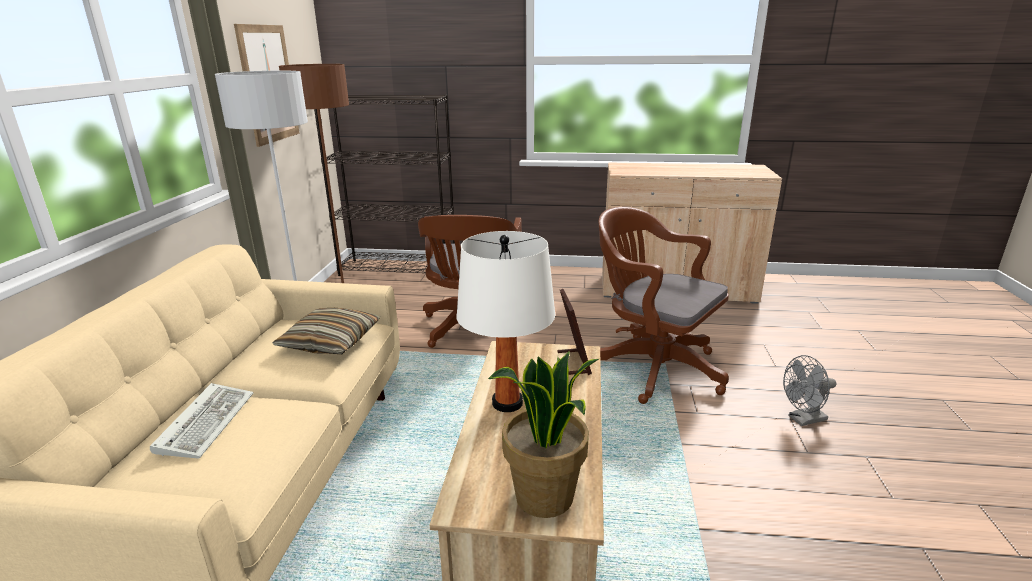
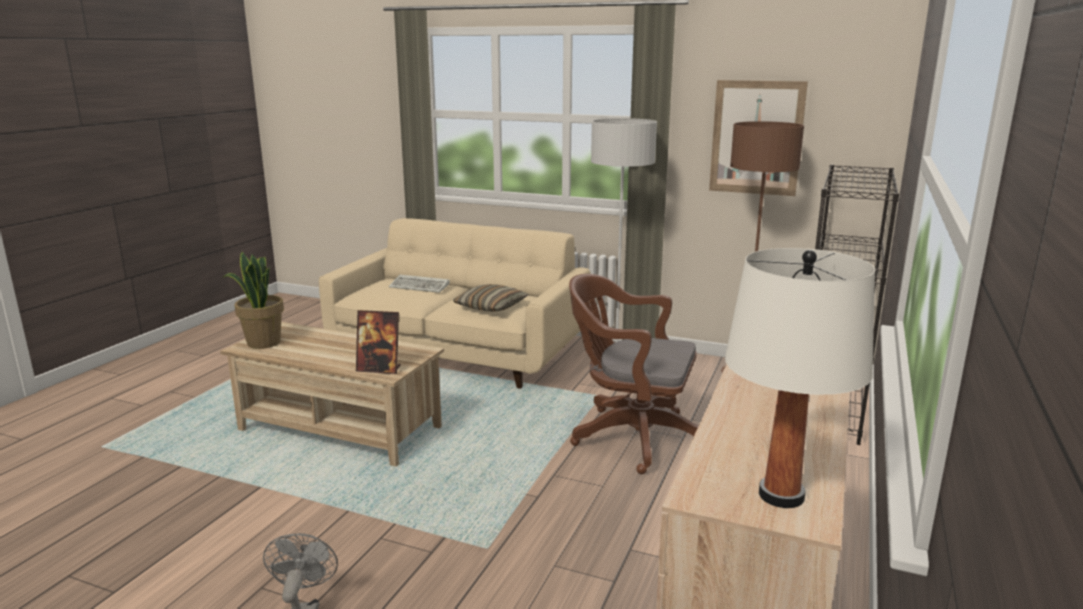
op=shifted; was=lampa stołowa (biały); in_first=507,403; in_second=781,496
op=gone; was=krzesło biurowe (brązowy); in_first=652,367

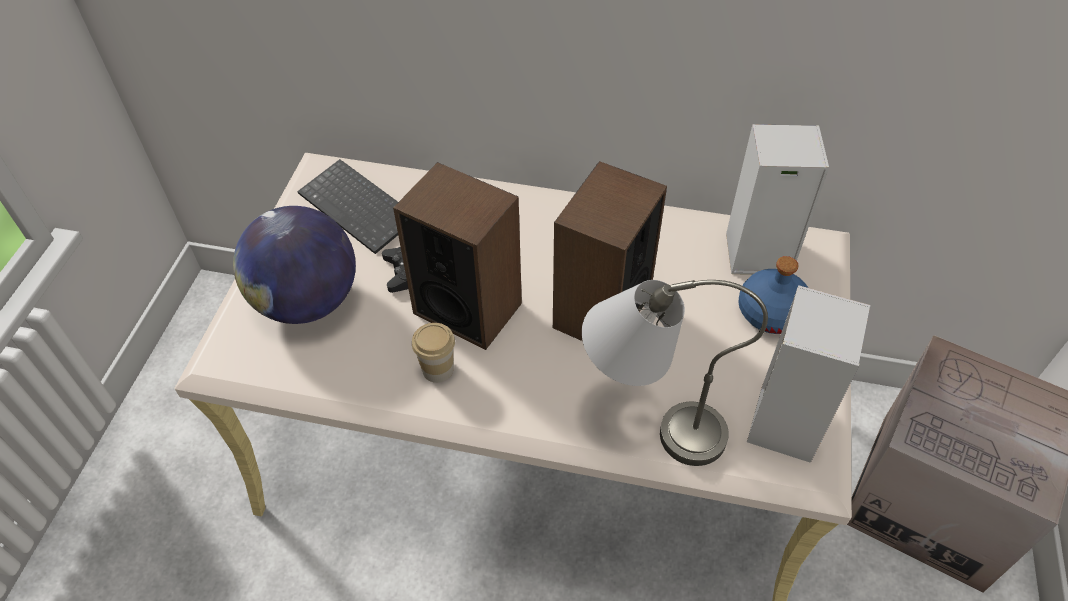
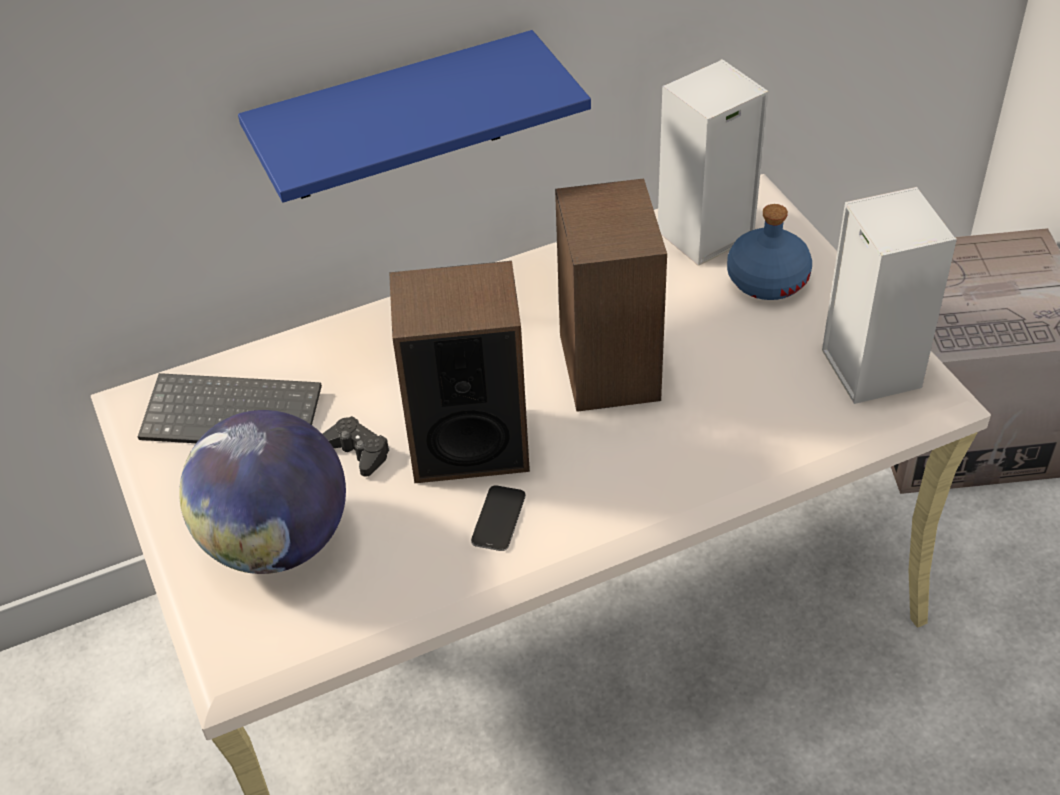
op=swapped; was=filiżanka; now=telefon; in_first=437,369; in_second=498,519
op=gone; was=lampa stołowa (szary); in_first=648,422
op=new; now=półka (niebieski); in_second=395,119

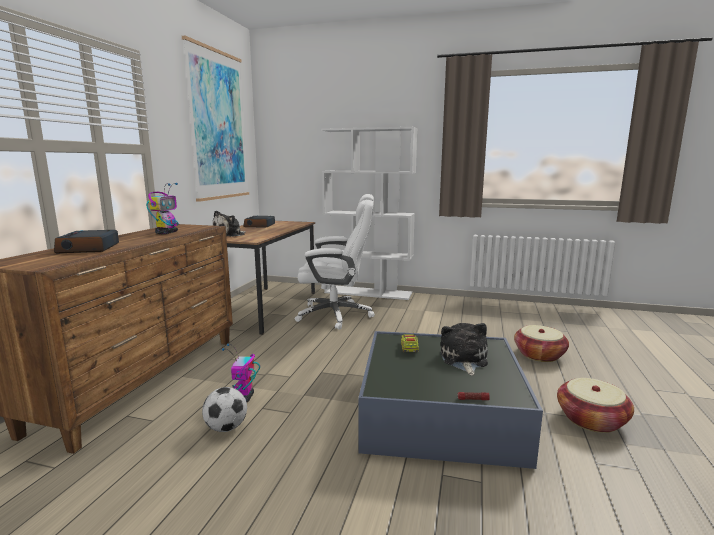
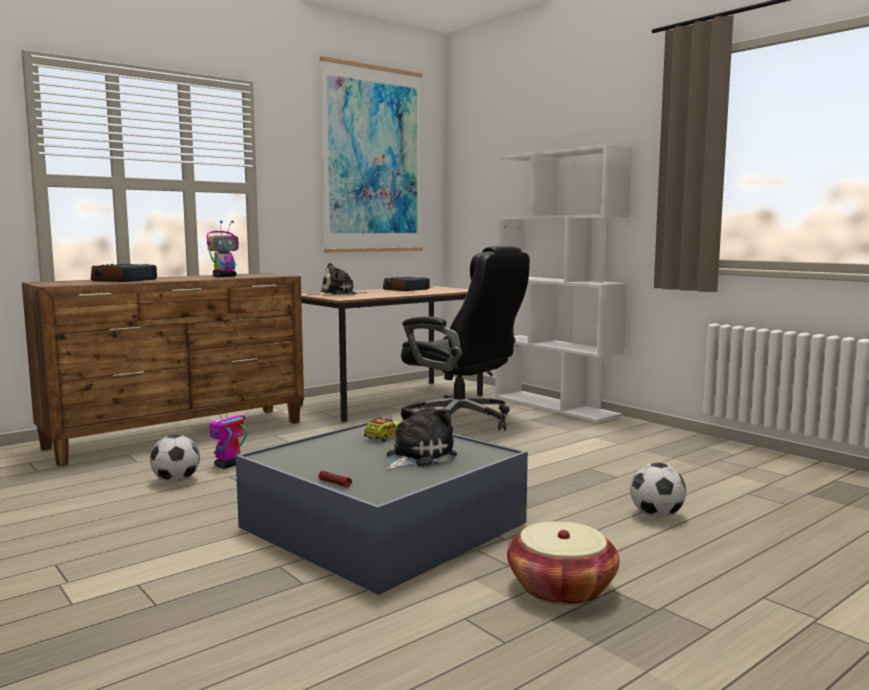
op=repainted; was=krzesło biurowe (biały); now=krzesło biurowe (czarny); in_first=336,315; in_second=462,420
op=swapped; was=koszyk; now=piłka futbolowa; in_first=539,355; in_second=656,515

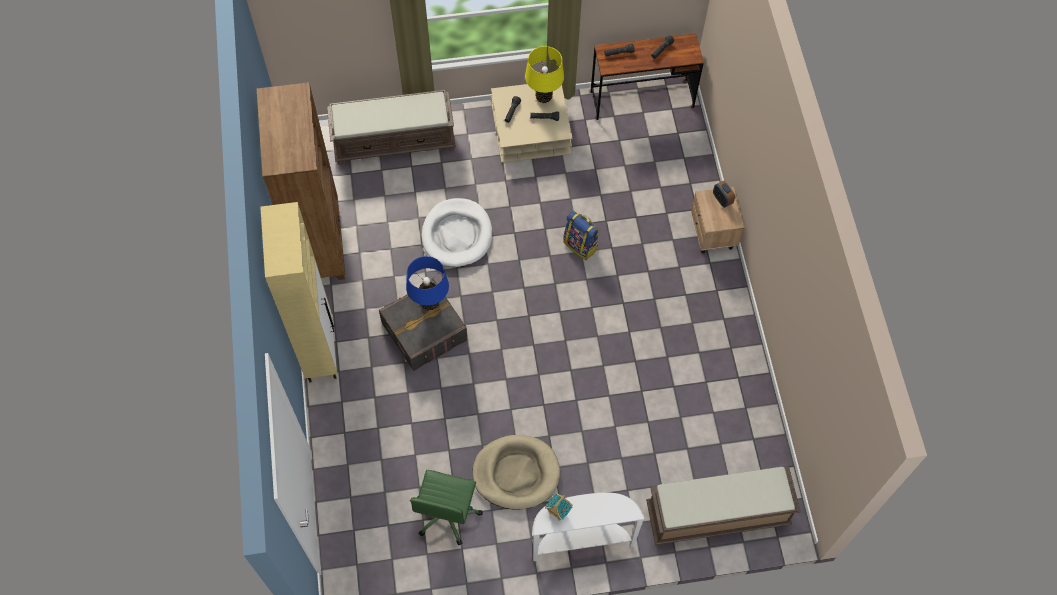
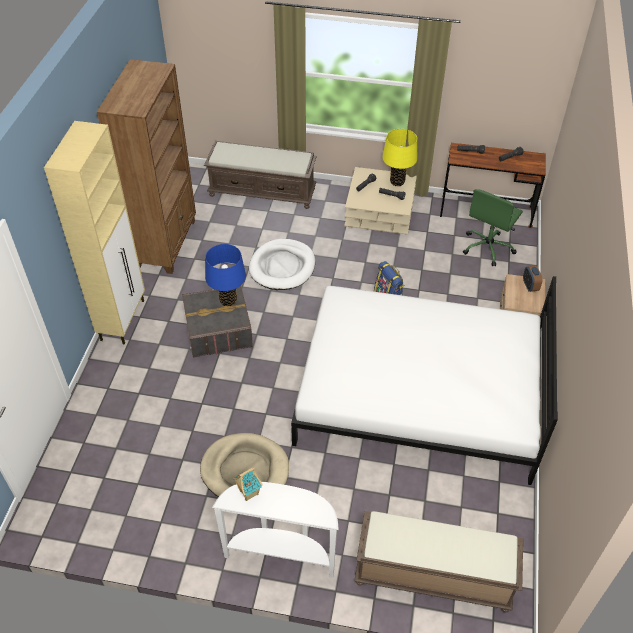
op=shifted; was=krzesło biurowe (zielony); in_first=447,514; in_second=488,247
op=new; now=łóżko (biały); in_second=419,394

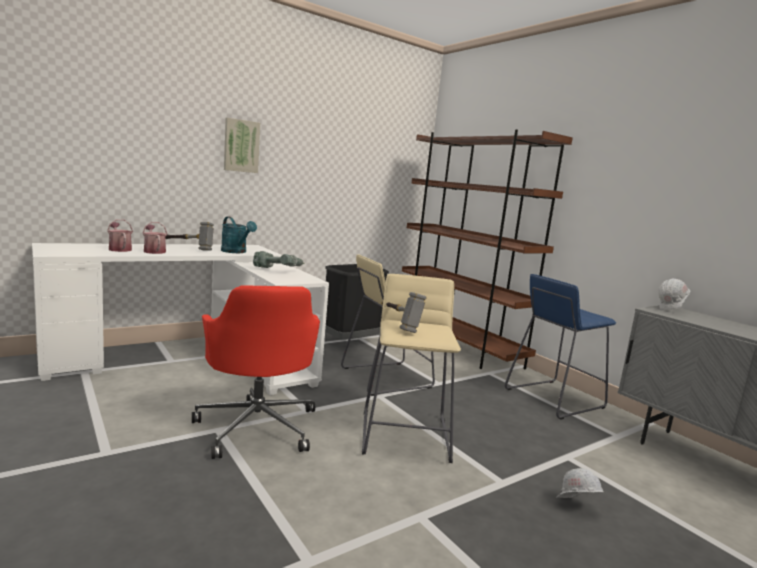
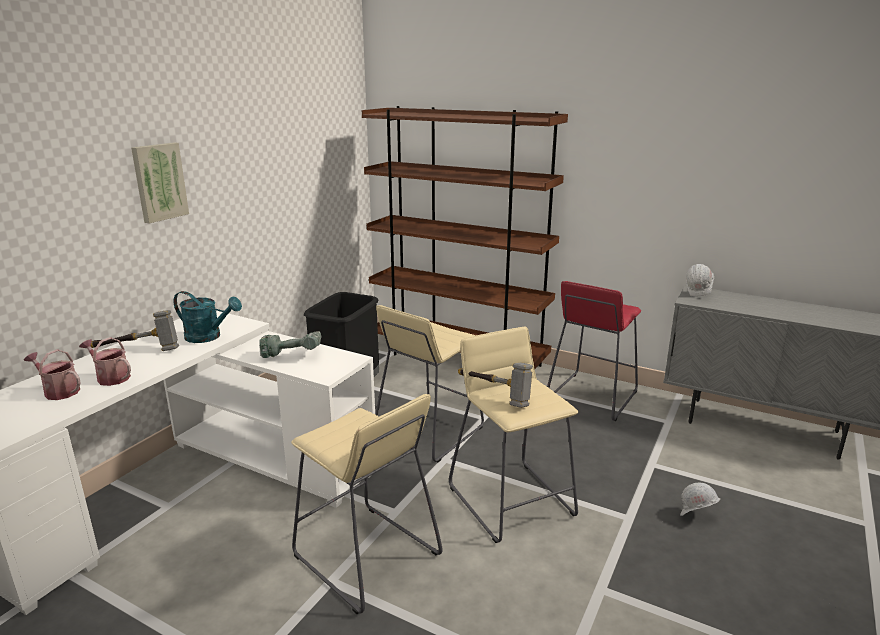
op=swapped; was=krzesło biurowe (czerwony); now=stołek (beżowy); in_first=257,426; in_second=366,556
op=repainted; was=stołek (niebieski); now=stołek (czerwony); in_first=554,398; in_second=592,396

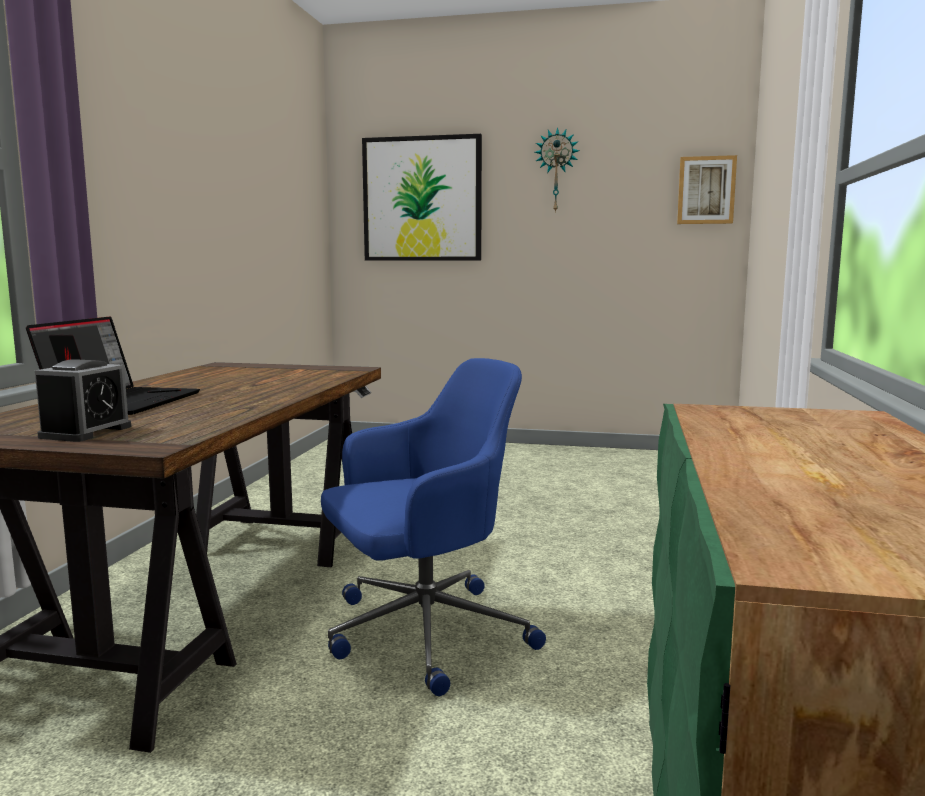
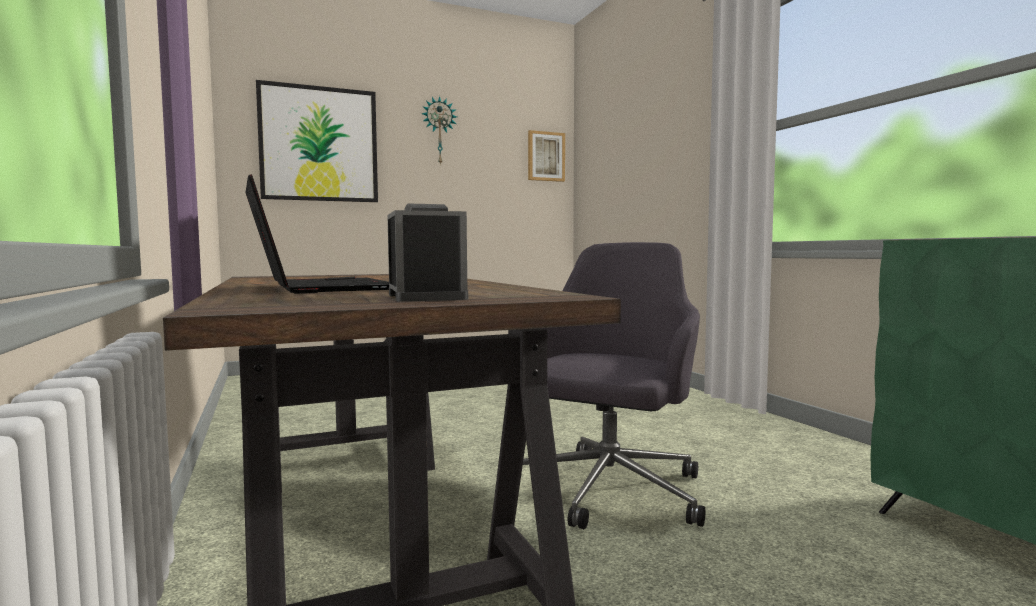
op=repainted; was=krzesło biurowe (niebieski); now=krzesło biurowe (szary); in_first=422,634; in_second=606,492

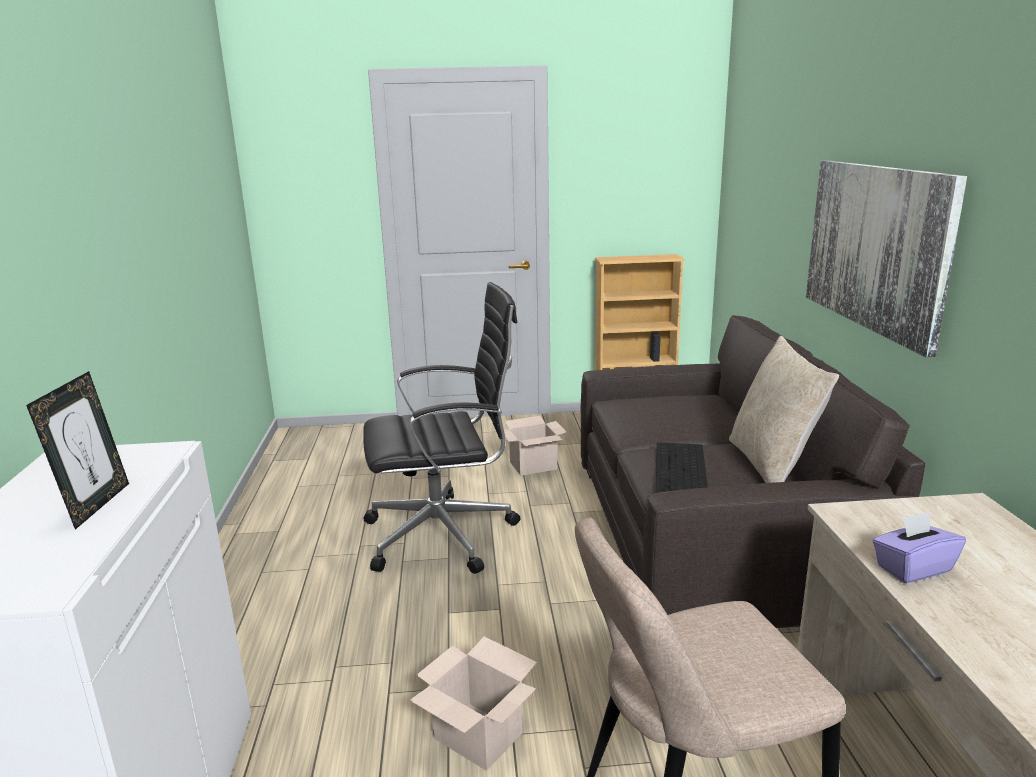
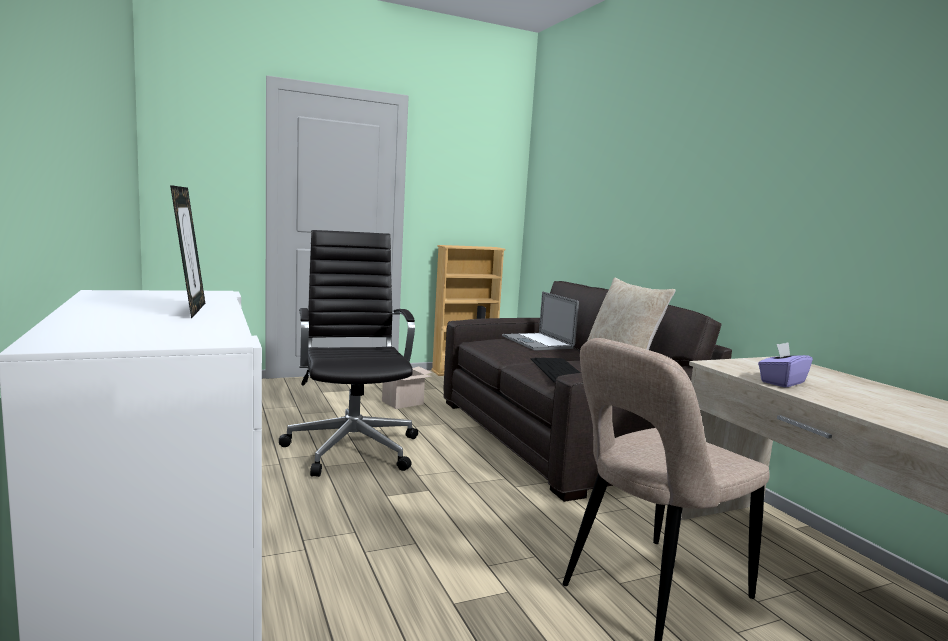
op=rotated; was=krzesło biurowe (czarny); in_first=445,534; in_second=353,447; clockwise=-75
op=gone; was=karton; in_first=475,736
op=gone; was=obraz; in_first=876,247
op=new; now=laptop; in_second=537,342

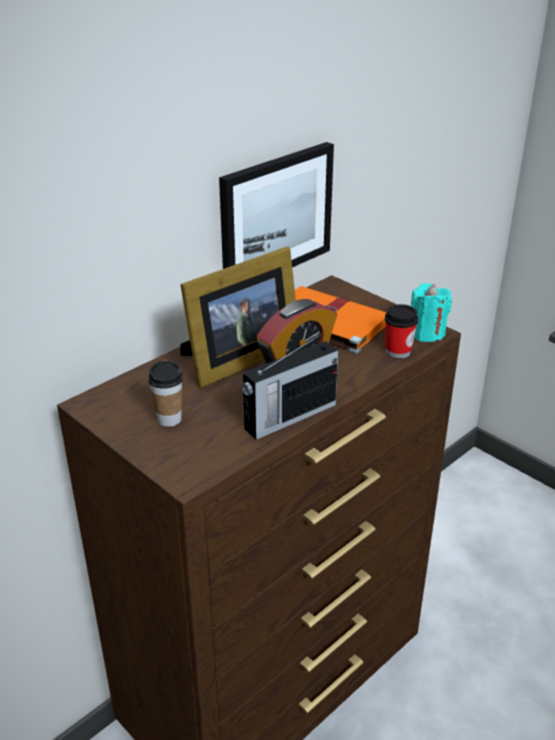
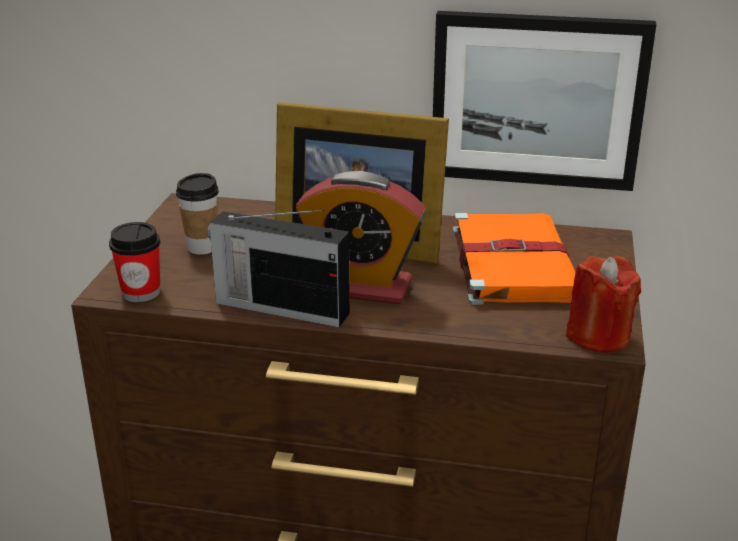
op=shifted; was=filiżanka; in_first=398,351; in_second=141,292
op=repainted; was=świeca (turkusowy); now=świeca (czerwony); in_first=426,333; in_second=598,336

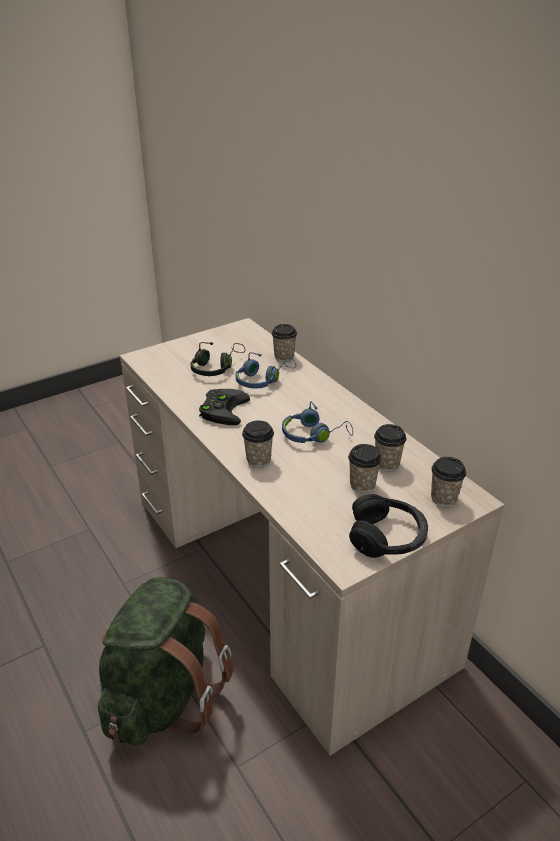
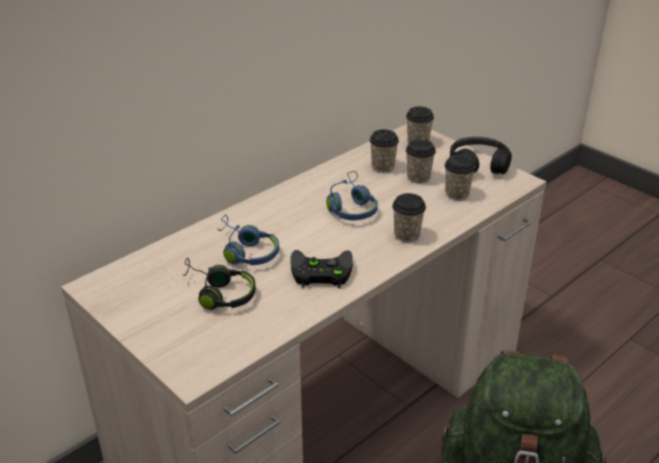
op=shifted; was=filiżanka; in_first=284,357; in_second=457,194

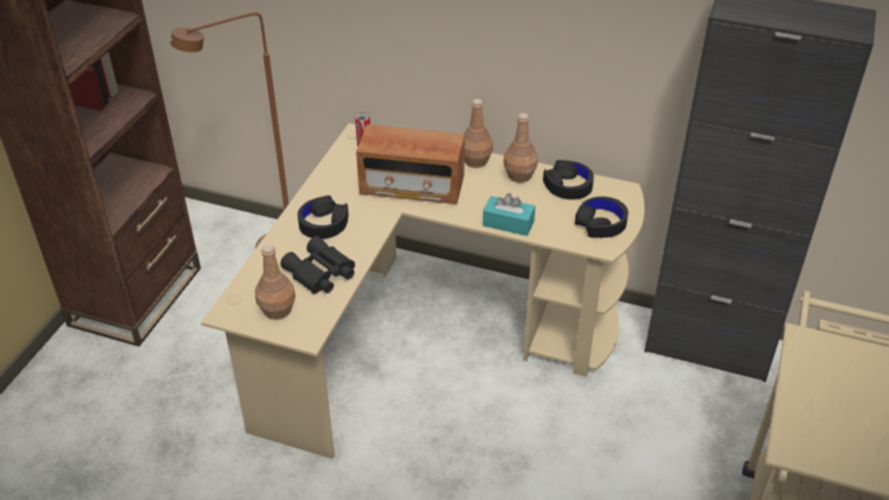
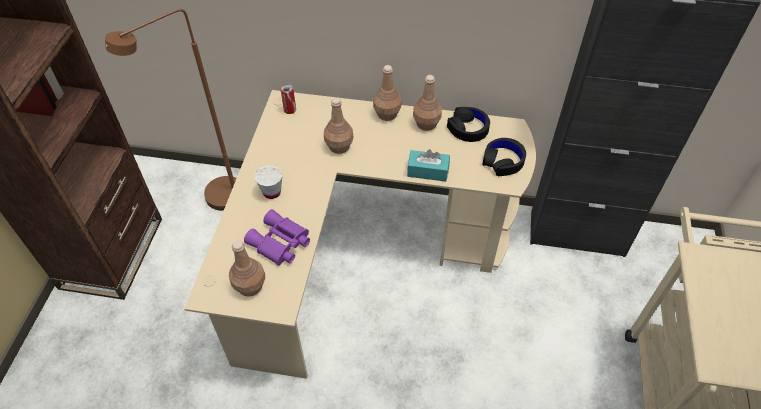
op=repainted; was=lornetka (czarny); now=lornetka (fioletowy); in_first=320,274; in_second=279,244
op=swapped; was=słuchawki (czarny); now=filiżanka (biały); in_first=323,223; in_second=272,192
op=swapped; was=radio; now=butelka (brązowy); in_first=412,187; in_second=339,146

